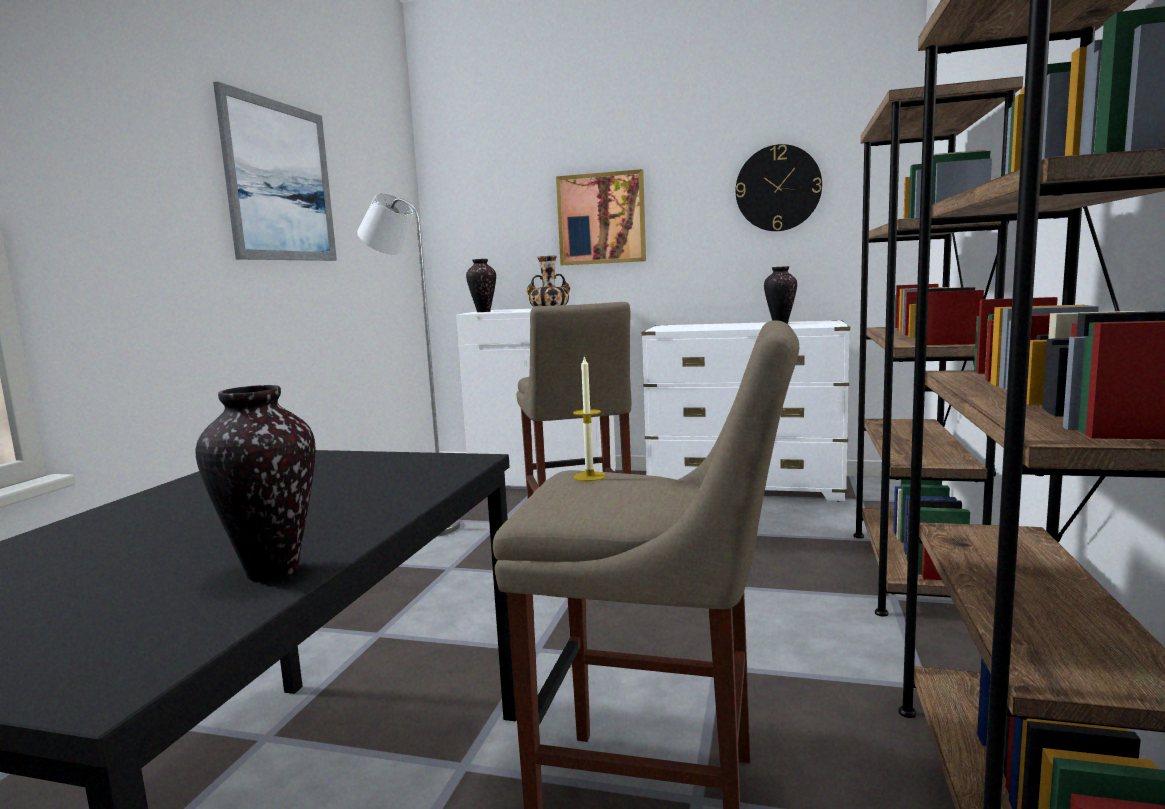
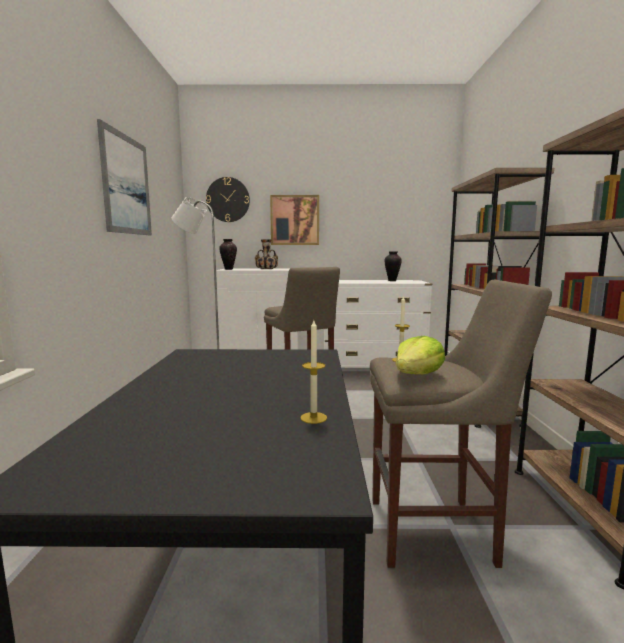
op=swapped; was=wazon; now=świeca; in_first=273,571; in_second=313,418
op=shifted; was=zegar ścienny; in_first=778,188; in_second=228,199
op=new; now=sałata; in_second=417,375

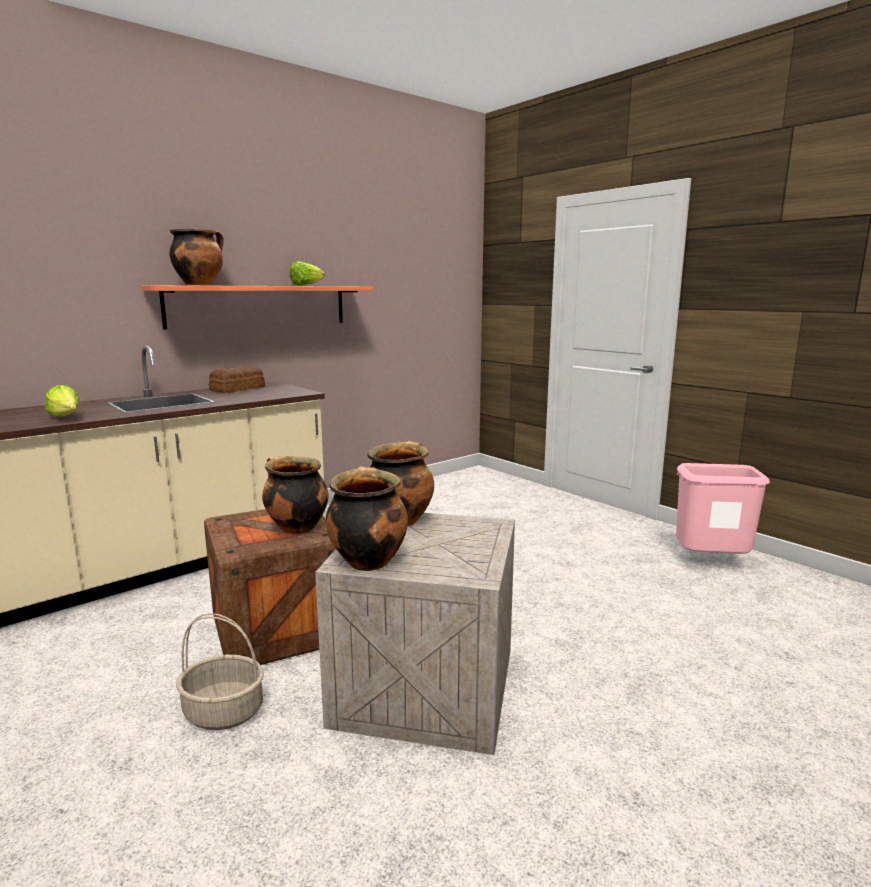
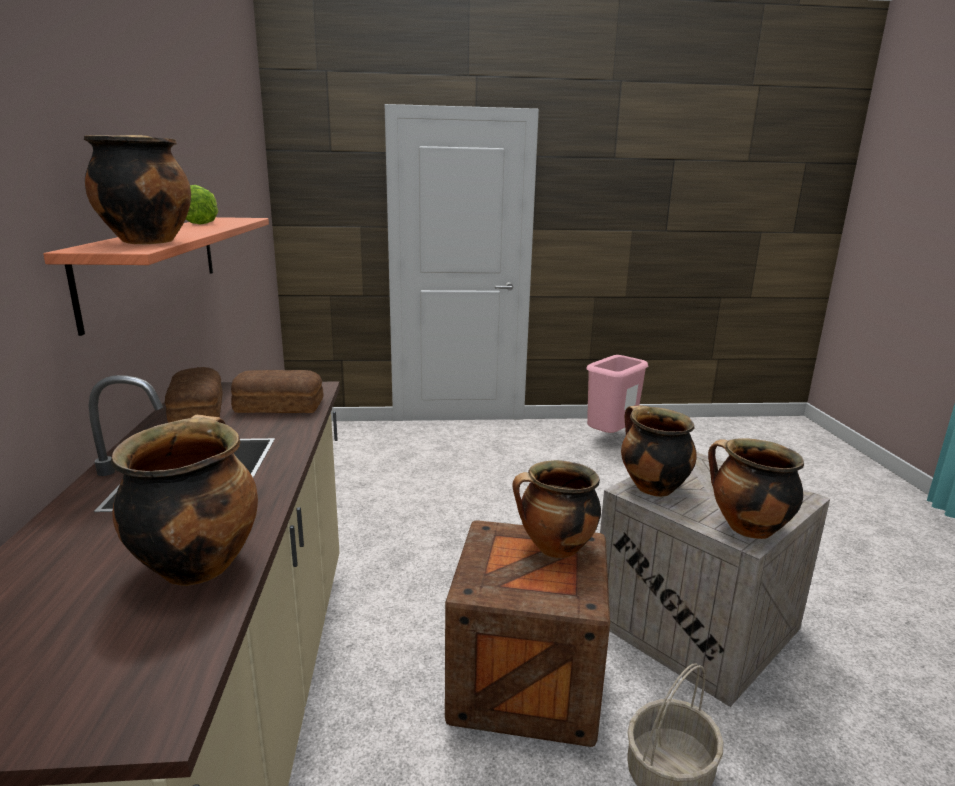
op=swapped; was=sałata; now=garnek; in_first=66,418; in_second=197,564
op=new; now=chleb; in_second=278,405

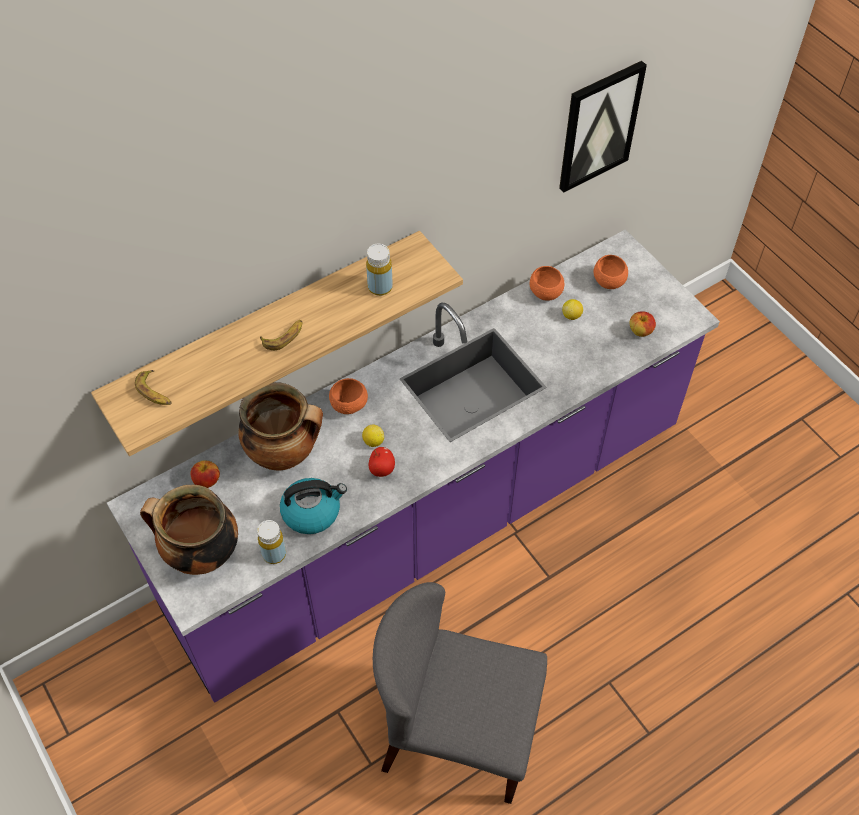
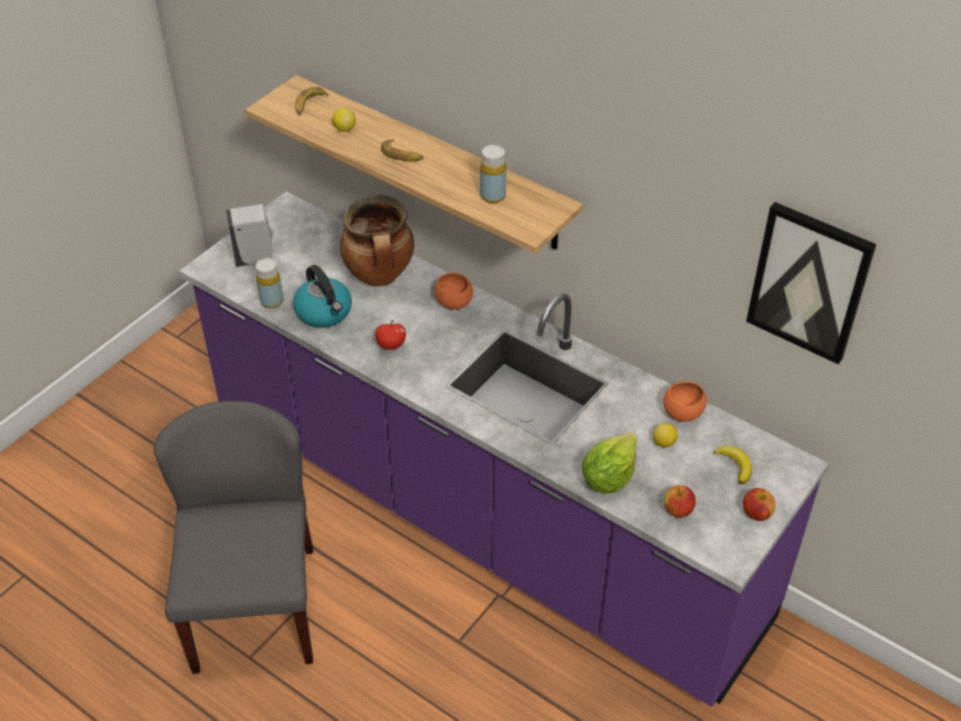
op=swapped; was=garnek; now=dozownik mydła (biały); in_first=201,554; in_second=256,258
op=shifted; was=jabłko; in_first=207,481; in_second=756,513
op=shifted; was=cytryna; in_first=373,441; in_second=344,129
op=swapped; was=miska (pomarańczowy); now=banan; in_first=608,282; in_second=735,465
op=new; now=sałata; in_second=608,477

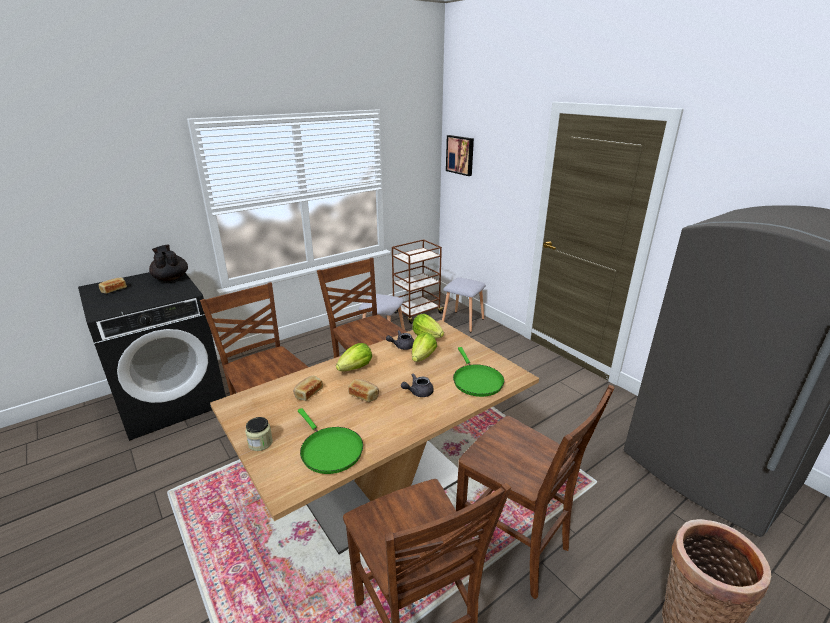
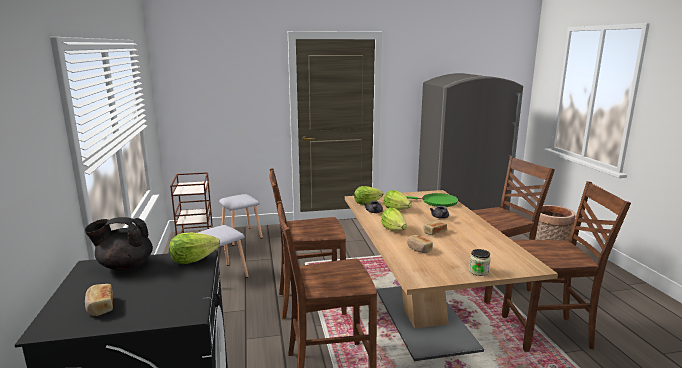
op=gone; was=patelnia (zielony); in_first=329,450
op=gone; was=obraz; in_first=460,155
op=new; now=sałata; in_second=193,260

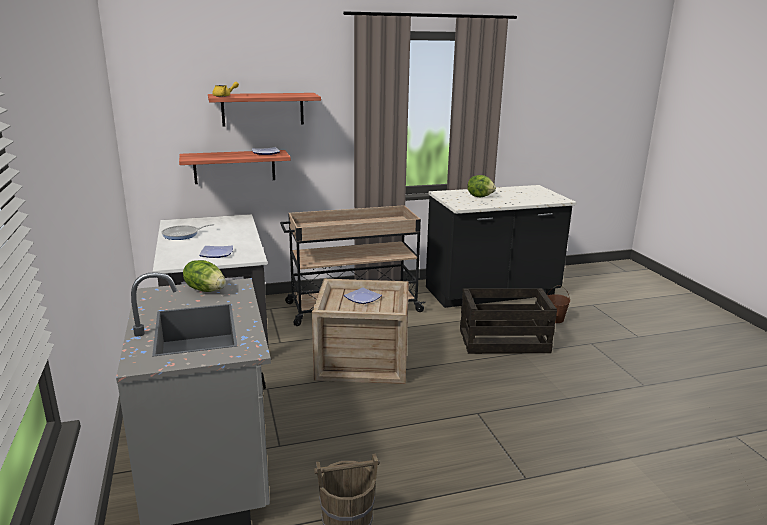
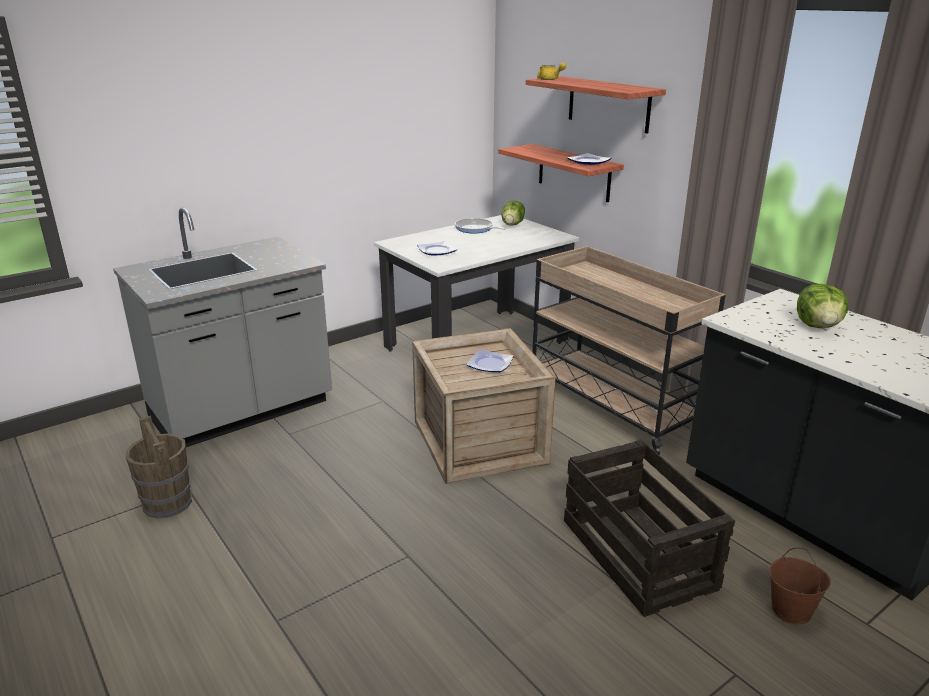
op=shifted; was=sałata; in_first=206,289; in_second=513,224

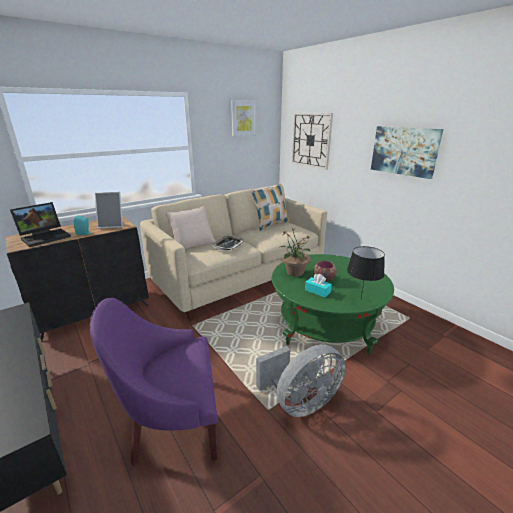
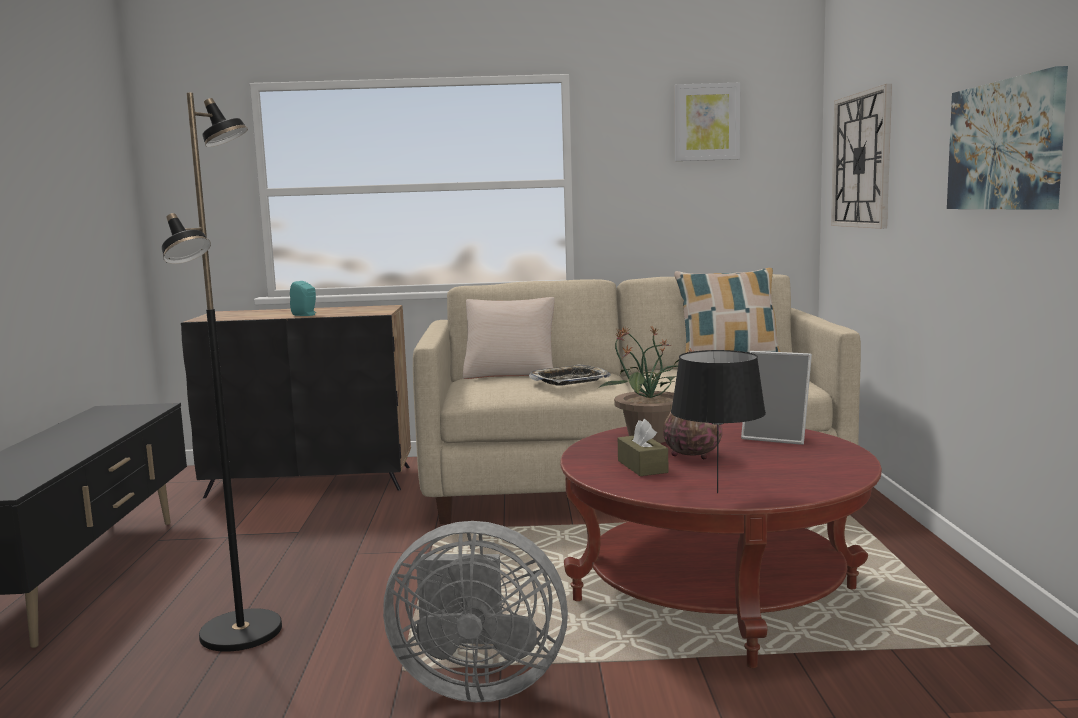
op=gone; was=laptop; in_first=46,236
op=swapped; was=fotel (fioletowy); now=lampa stojąca (czarny); in_first=173,422; in_second=243,632
op=shifted; was=ramka na zdjęcie; in_first=112,225; in_second=777,437
op=repainted; was=ława (zielony); now=ława (czerwony); in_first=325,324; in_second=715,594
op=repainted; was=pudełko chusteczek (turkusowy); now=pudełko chusteczek (brązowy); in_first=317,291; in_second=642,466

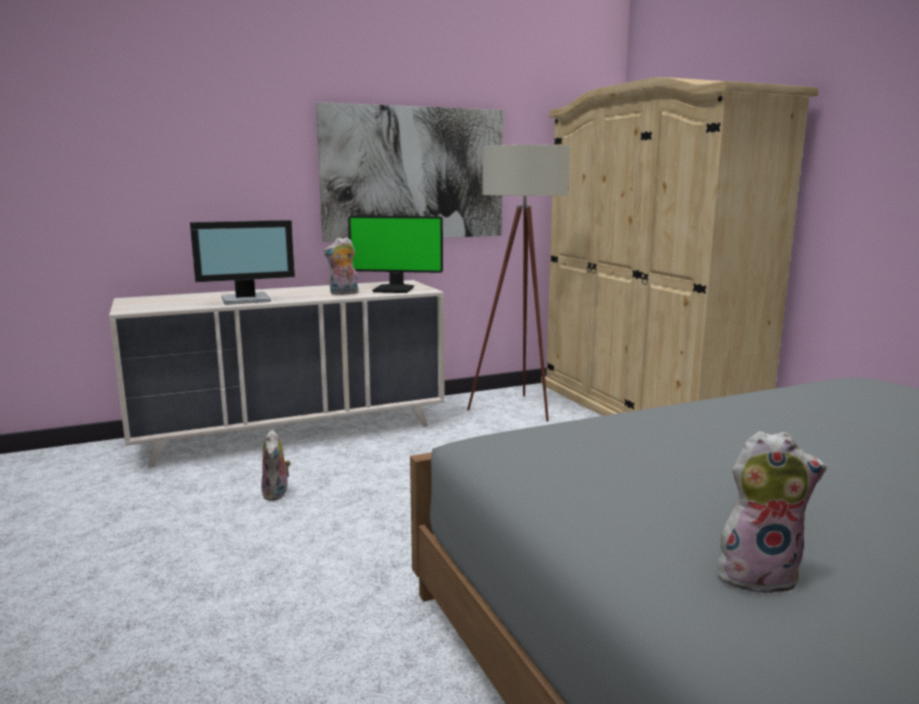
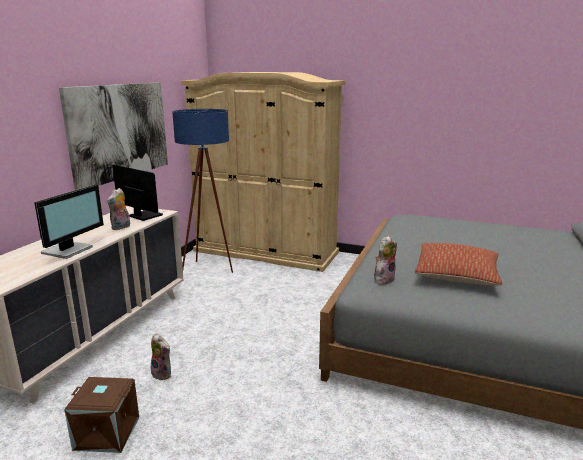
op=rotated; was=monitor; in_first=395,289; in_second=144,216; clockwise=-105
op=repainted; was=lampa stojąca (beżowy); now=lampa stojąca (niebieski); in_first=519,411; in_second=209,271
op=shifted; was=pluszak; in_first=758,574; in_second=383,279
op=new; now=pojemnik do przechowywania (brązowy); in_second=106,434
op=new; now=poduszka; in_second=456,275

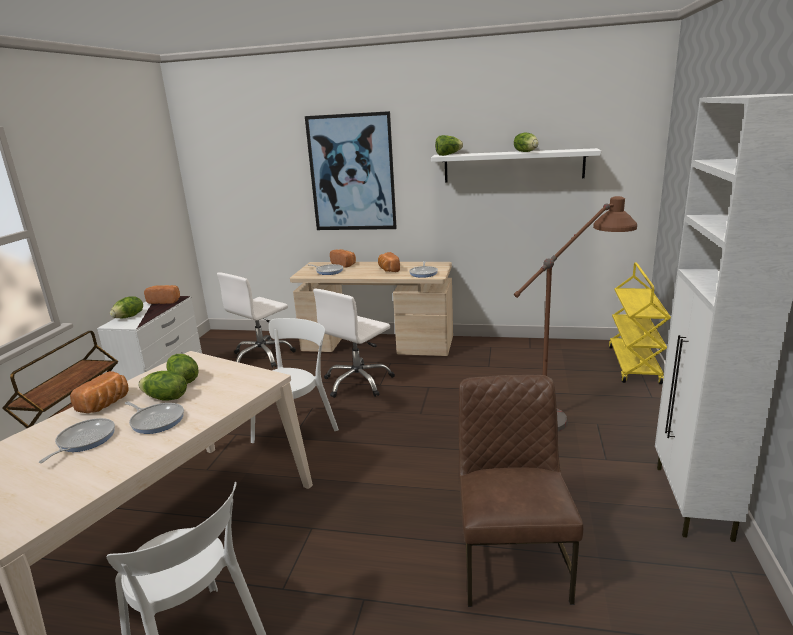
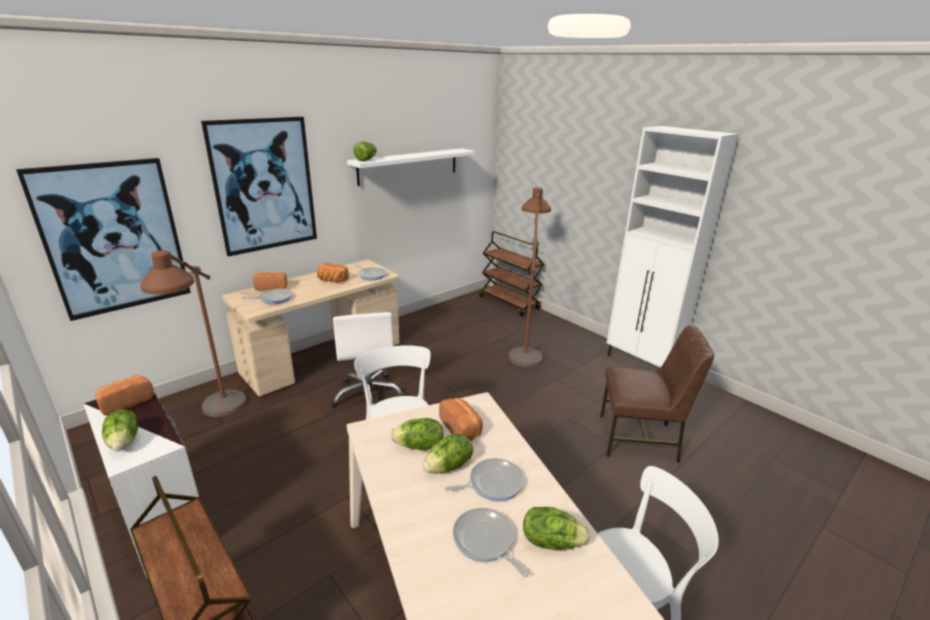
op=shifted; was=chleb; in_first=106,404; in_second=462,429
op=swapped; was=krzesło biurowe (biały); now=lampa stojąca (brązowy); in_first=262,356; in_second=219,422
op=rotated; was=krzesło (brązowy); in_first=511,560; in_second=639,439; clockwise=150
op=shifted; was=sałata; in_first=526,152; in_second=551,541
op=repainted; was=wózek (żółty); now=wózek (brązowy); in_first=634,365; in_second=509,303
op=new; now=obraz; in_second=114,238

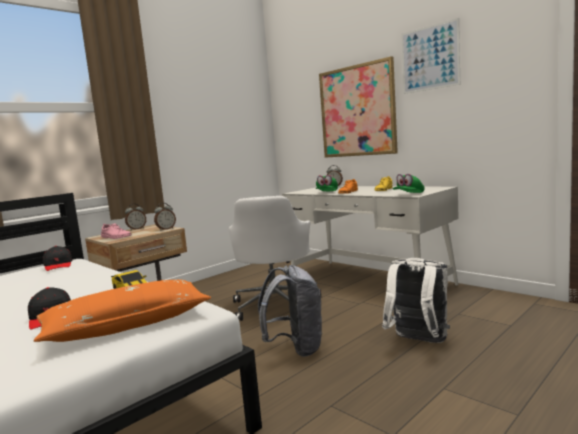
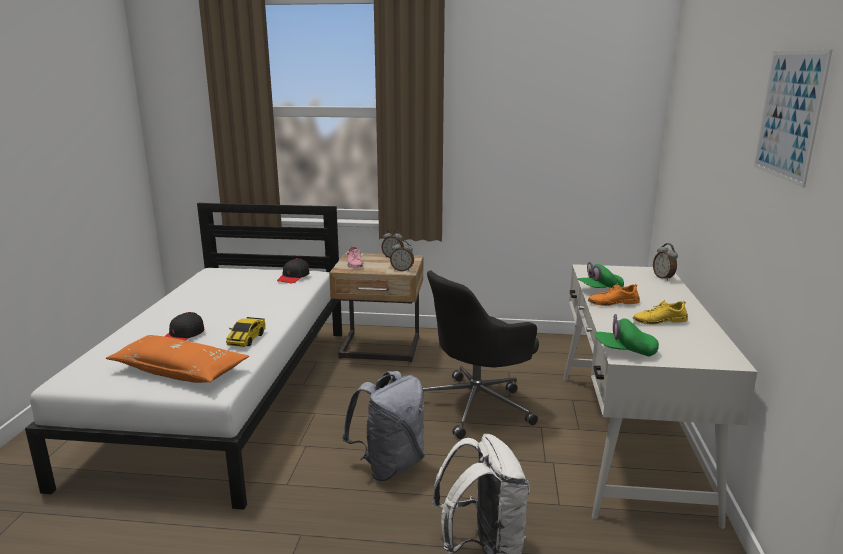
op=repainted; was=krzesło biurowe (biały); now=krzesło biurowe (czarny); in_first=275,304; in_second=477,405
op=gone; was=obraz; in_first=357,111

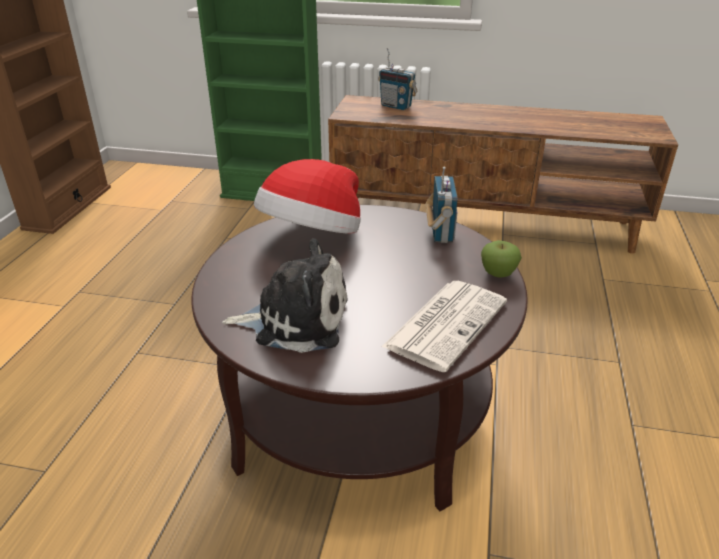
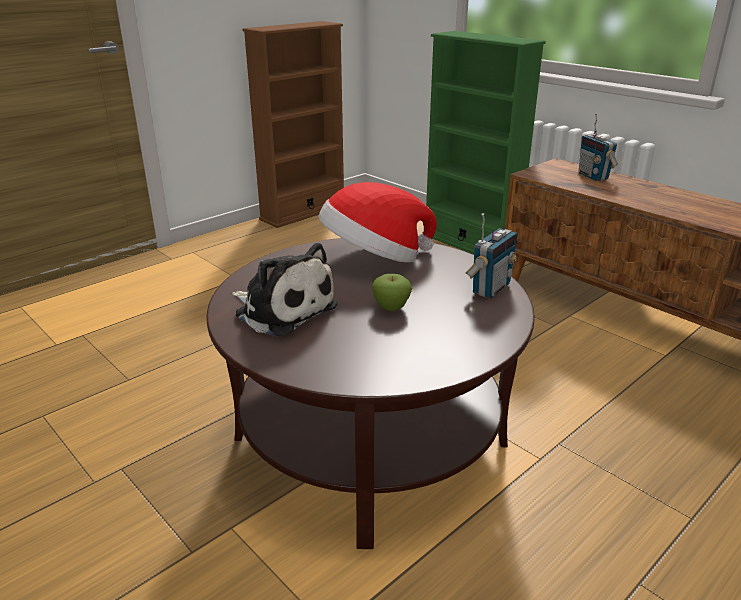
op=gone; was=gazeta; in_first=446,323
op=shifted; was=jabłko; in_first=498,274; in_second=391,308

